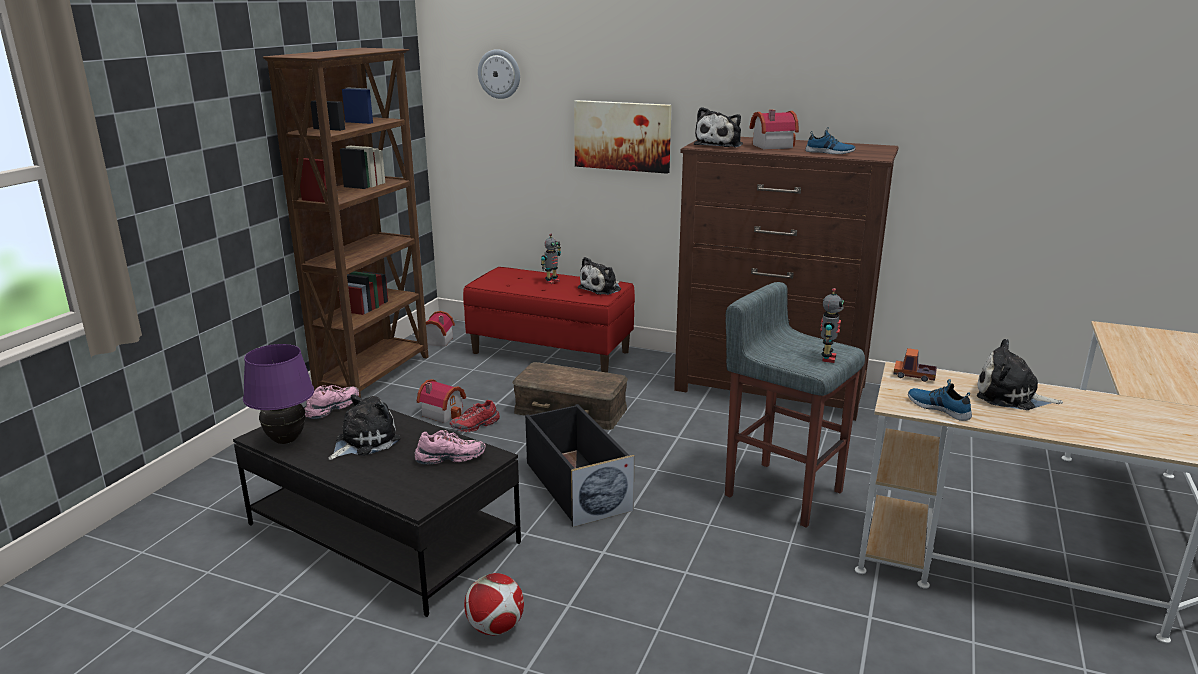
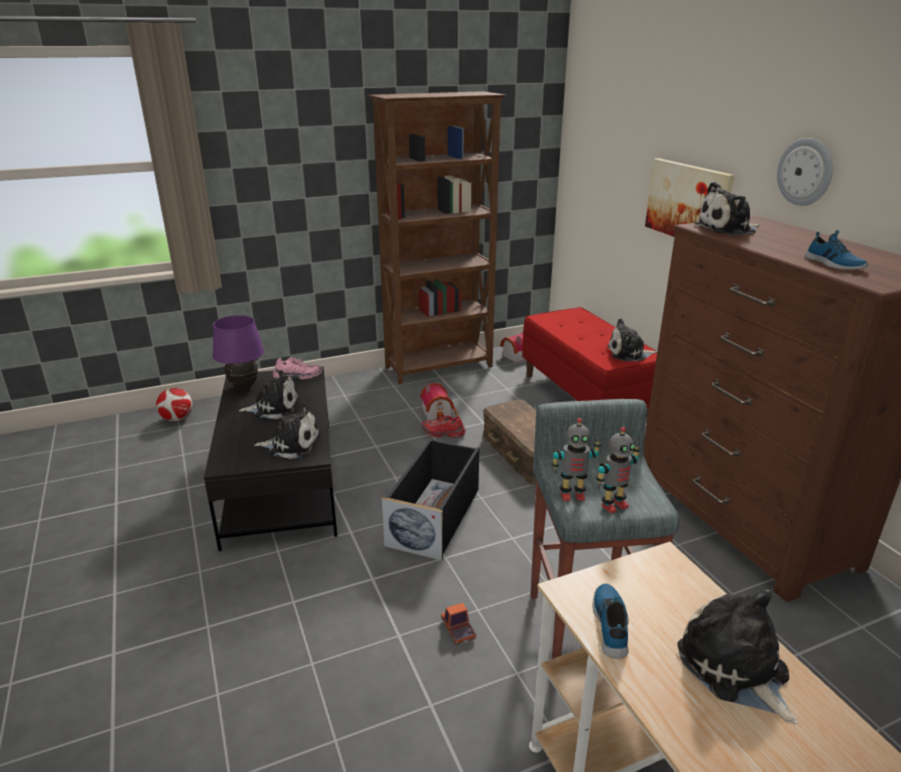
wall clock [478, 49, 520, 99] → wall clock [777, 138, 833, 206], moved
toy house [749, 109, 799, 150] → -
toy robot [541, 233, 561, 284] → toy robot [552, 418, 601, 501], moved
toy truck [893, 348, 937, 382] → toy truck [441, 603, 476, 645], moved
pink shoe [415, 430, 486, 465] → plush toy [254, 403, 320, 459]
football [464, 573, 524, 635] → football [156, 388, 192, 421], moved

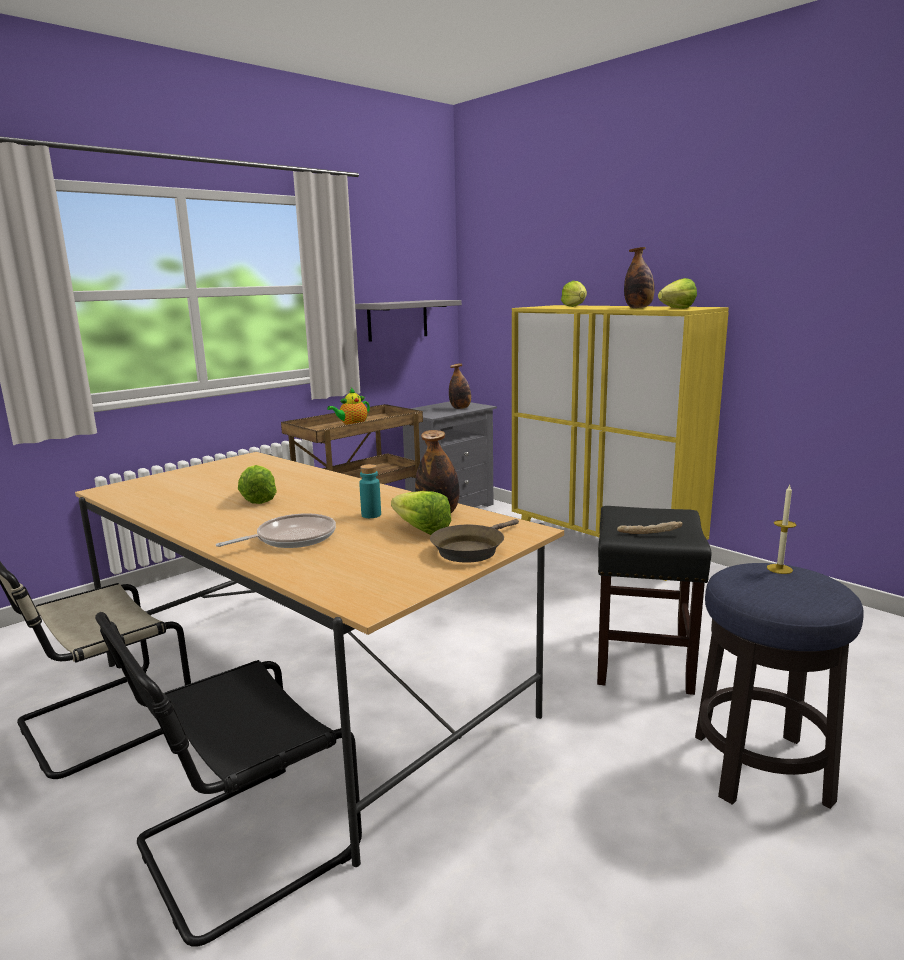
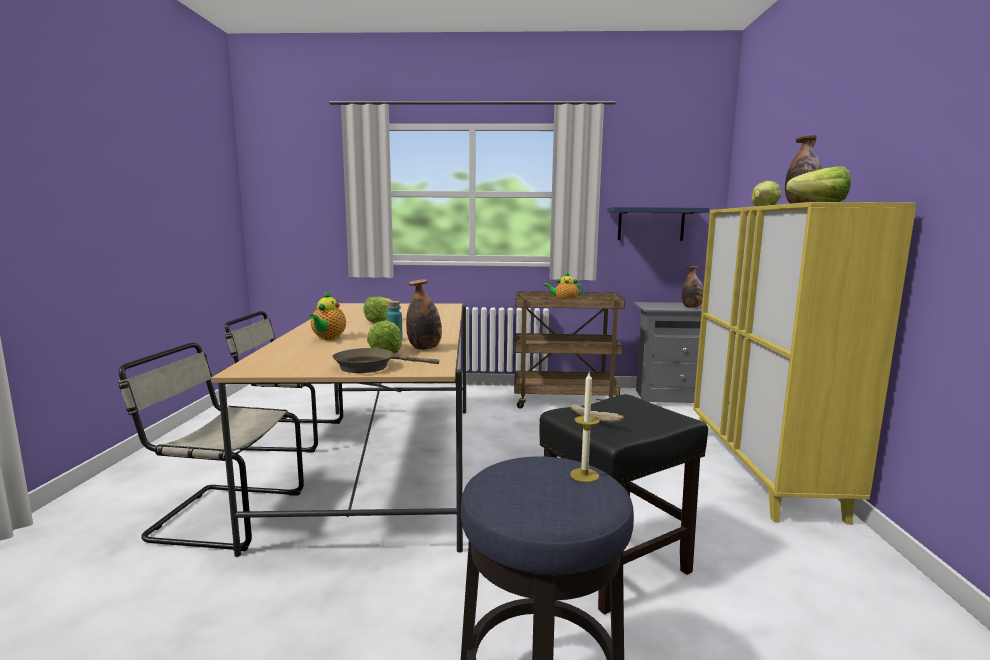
grey shelf [355, 300, 462, 342] → blue shelf [607, 207, 709, 241]
frying pan [216, 513, 336, 548] → teapot [309, 290, 346, 340]
black chair [95, 612, 362, 947] → beige chair [118, 343, 304, 551]

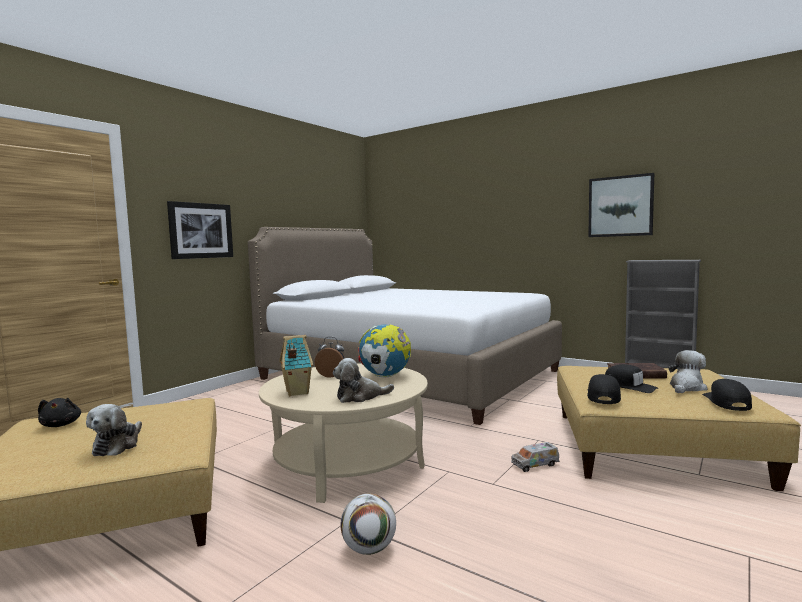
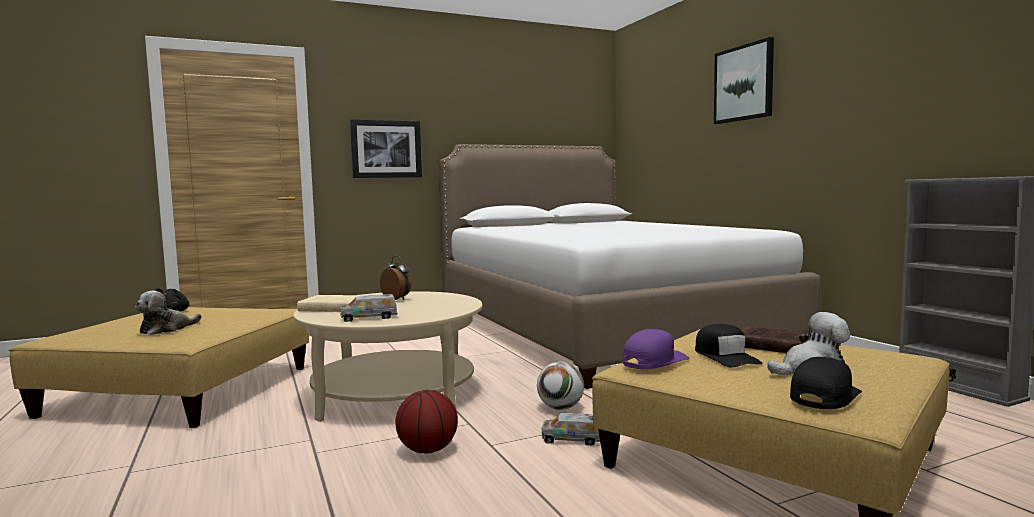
picture [588, 173, 654, 237] → picture [714, 37, 774, 124], moved
globe [358, 324, 411, 378] → -
toy house [279, 335, 313, 396] → beige book [297, 295, 365, 312]
plush toy [333, 358, 394, 403] → toy truck [340, 294, 397, 322]
black cap [587, 374, 621, 404] → purple cap [622, 329, 690, 369]
football [340, 493, 396, 555] → football [537, 362, 584, 410], moved
- → basketball [395, 390, 458, 454]

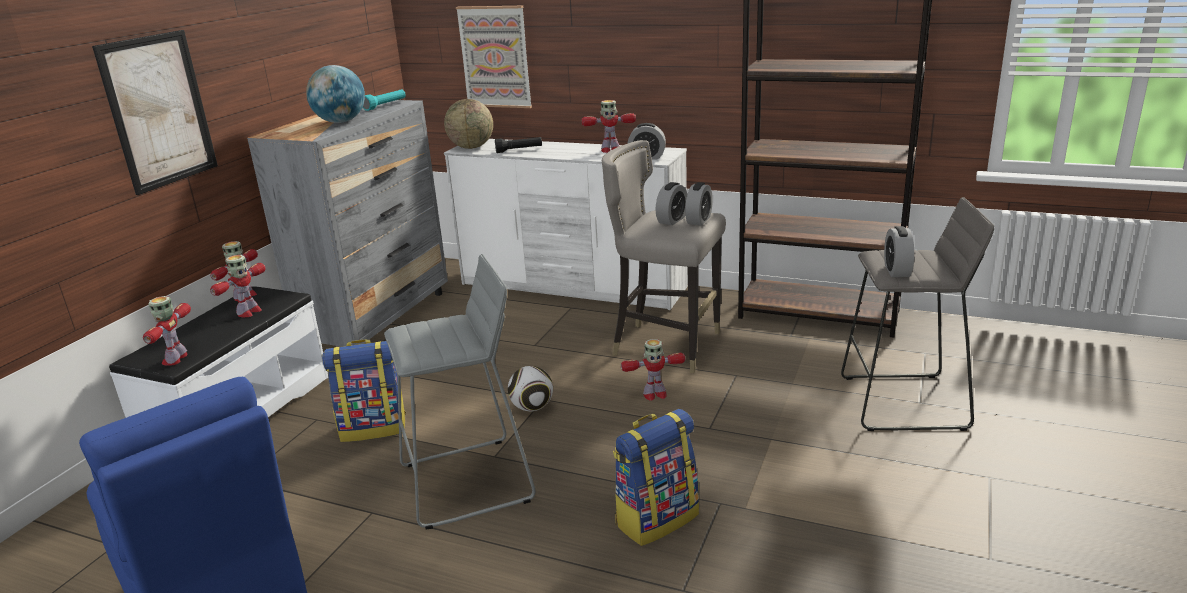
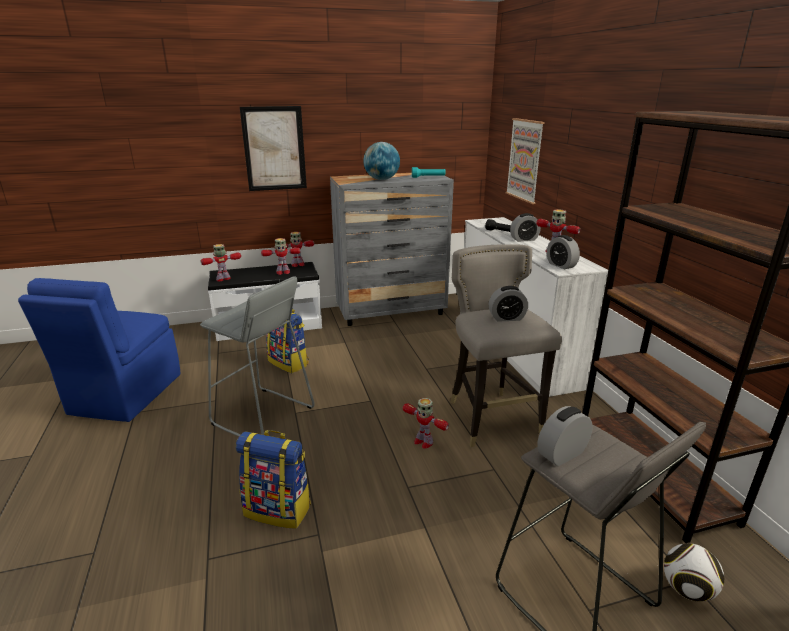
globe [444, 99, 493, 149] → -
alarm clock [685, 182, 713, 225] → alarm clock [510, 213, 541, 242], moved
football [508, 366, 553, 411] → football [664, 543, 724, 602], moved

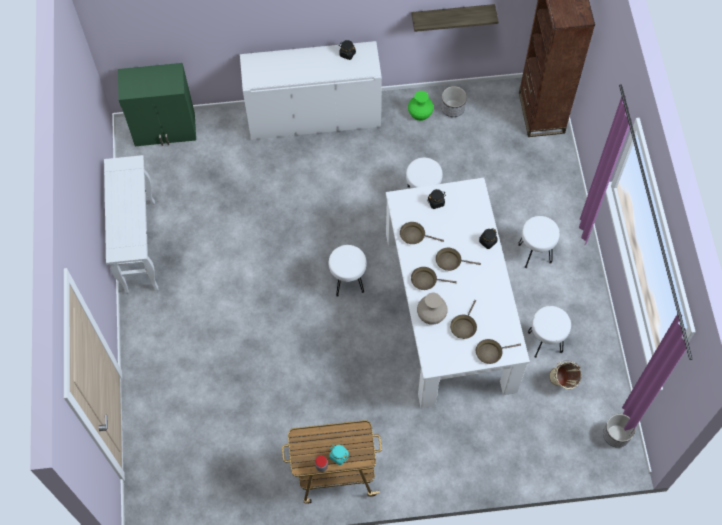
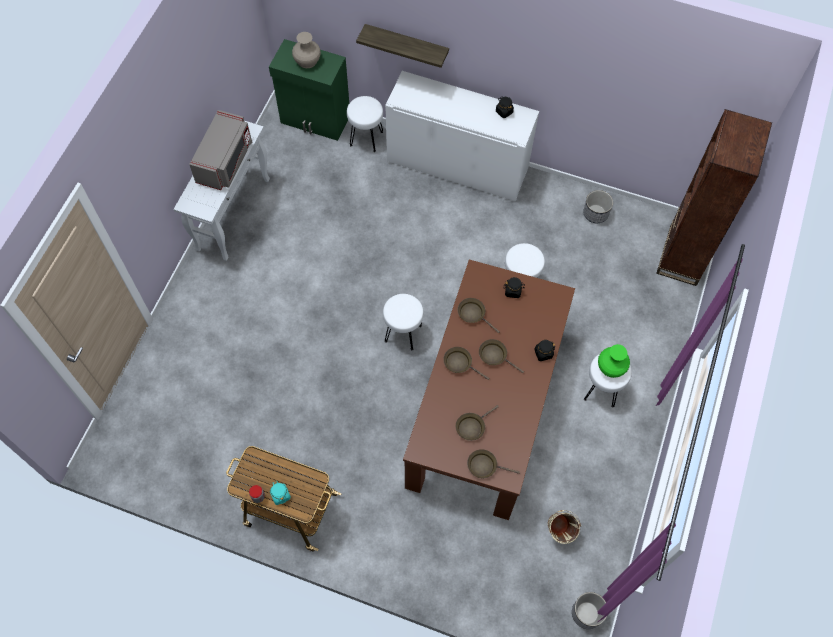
shelf [412, 4, 499, 32] → shelf [356, 24, 449, 68], moved
green vase [408, 91, 434, 121] → green vase [598, 344, 630, 378], moved
white dining table [386, 178, 530, 409] → brown dining table [403, 259, 575, 520]
beige vase [417, 293, 447, 324] → beige vase [292, 32, 321, 68], moved
white stool [528, 306, 571, 358] → white stool [347, 96, 383, 152], moved
- → grey microwave [189, 110, 252, 190]

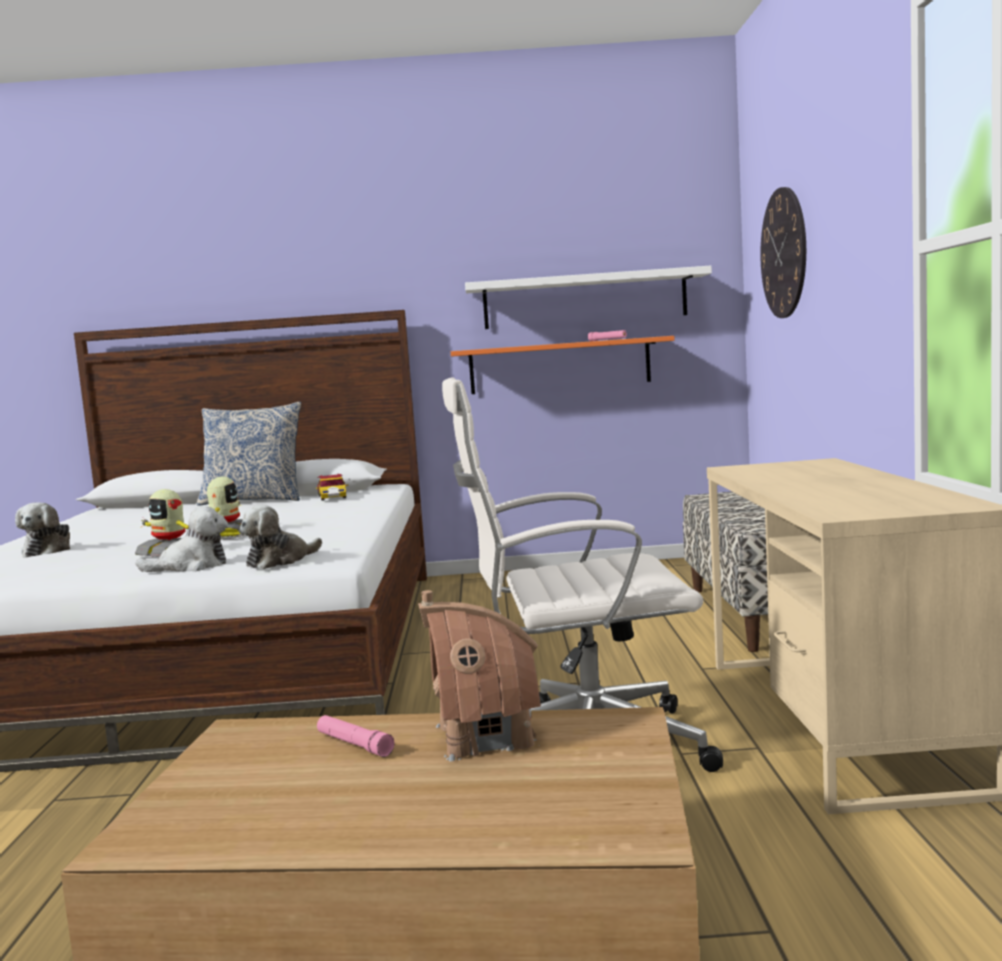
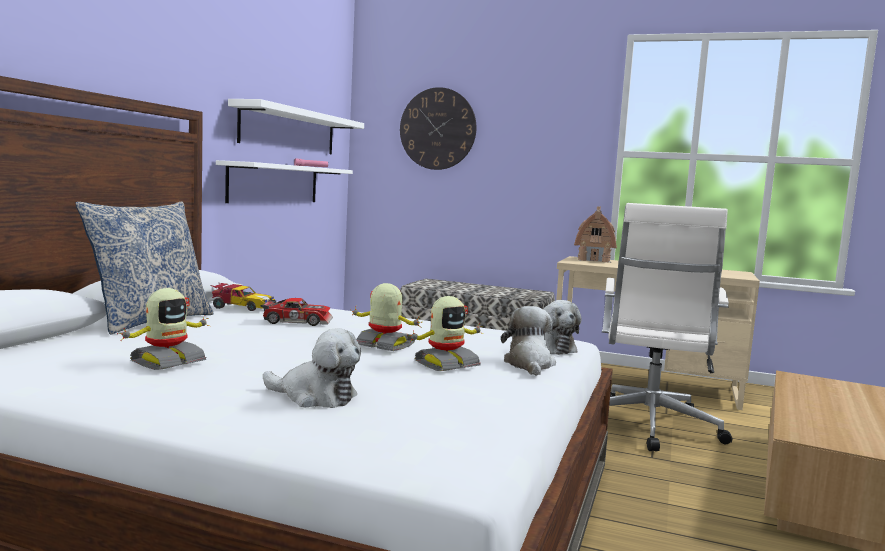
orange shelf [451, 336, 675, 394] → white shelf [216, 160, 353, 203]
toy house [418, 590, 541, 761] → toy house [574, 206, 617, 263], moved
pink flashlight [317, 715, 394, 757] → -
- → toy robot [117, 288, 209, 370]
- → toy car [261, 298, 333, 326]

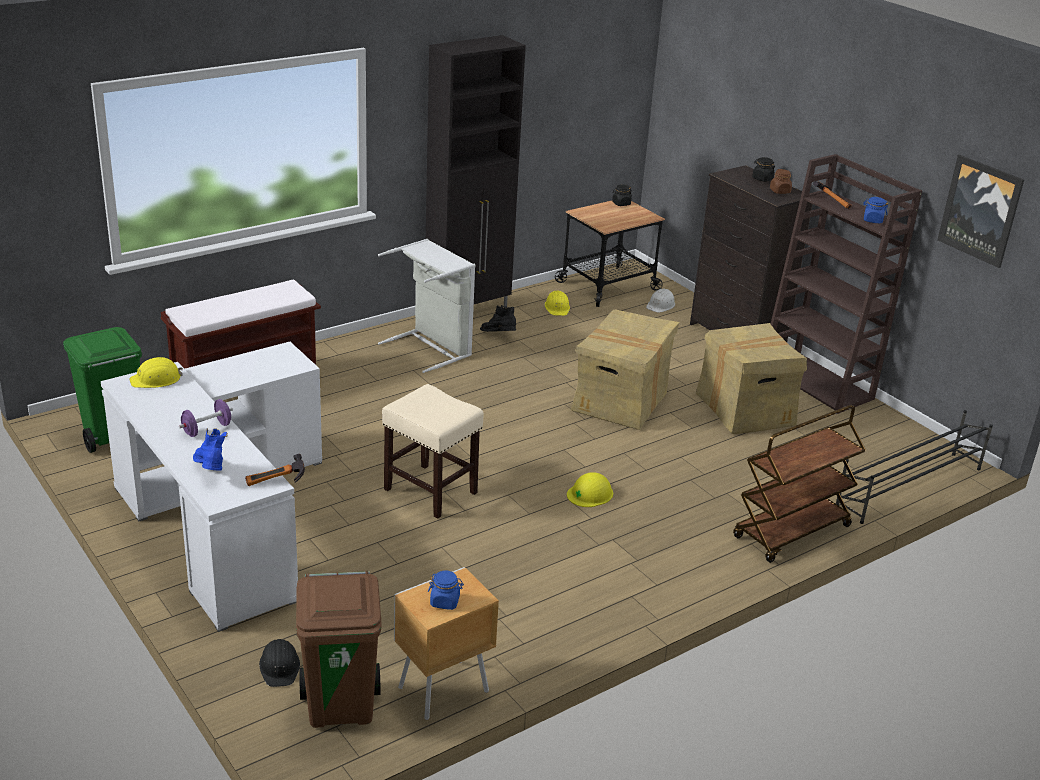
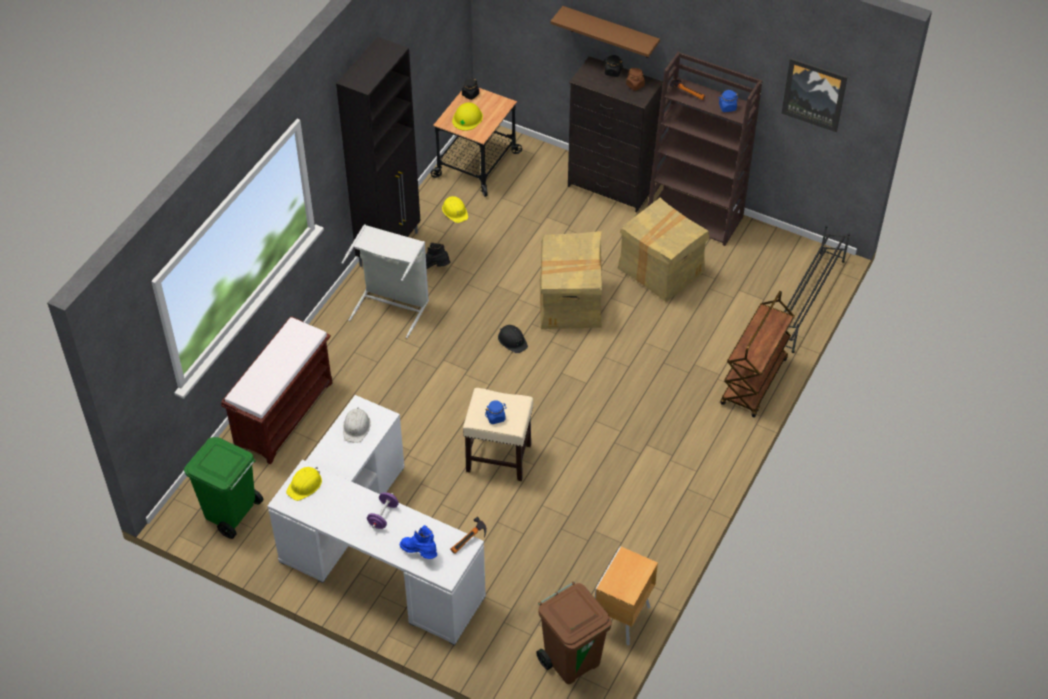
white hard hat [646, 288, 675, 313] → white hard hat [343, 408, 371, 443], moved
yellow hard hat [567, 472, 613, 507] → yellow hard hat [452, 102, 483, 131], moved
blue jar [428, 571, 464, 610] → blue jar [485, 400, 507, 424], moved
black hard hat [259, 639, 300, 687] → black hard hat [498, 325, 528, 353], moved
- → brown shelf [550, 6, 660, 58]

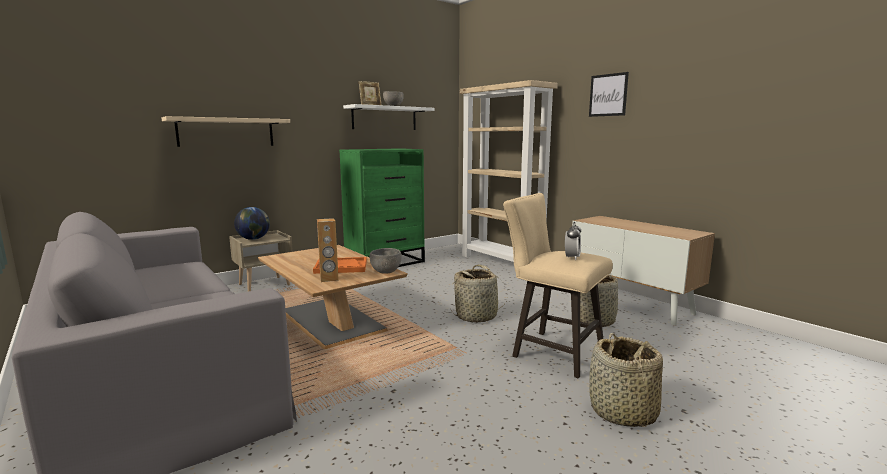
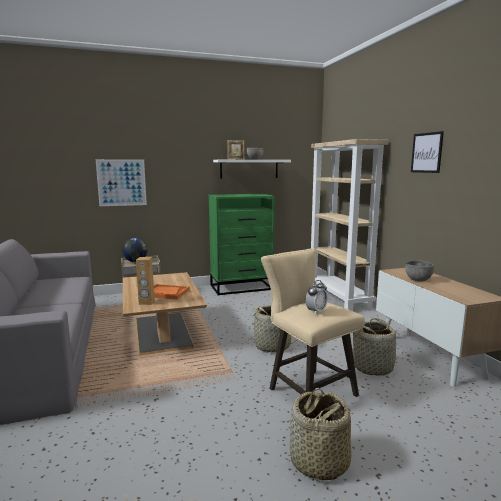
beige shelf [161, 116, 290, 147] → picture [96, 159, 147, 206]
grey bowl [369, 248, 402, 274] → grey bowl [405, 260, 434, 281], moved

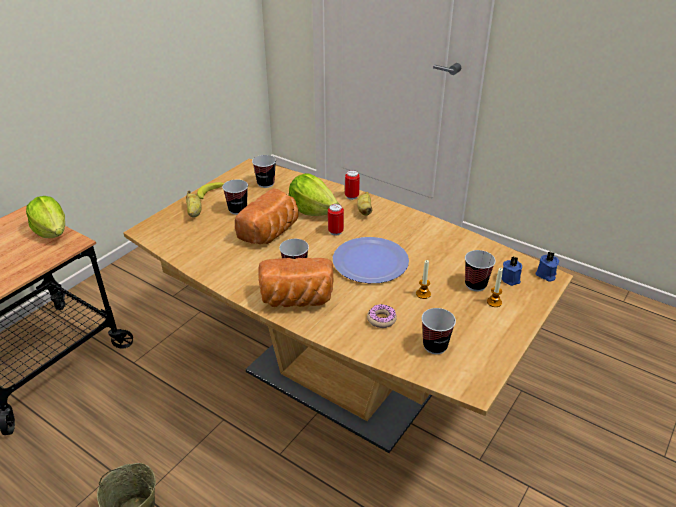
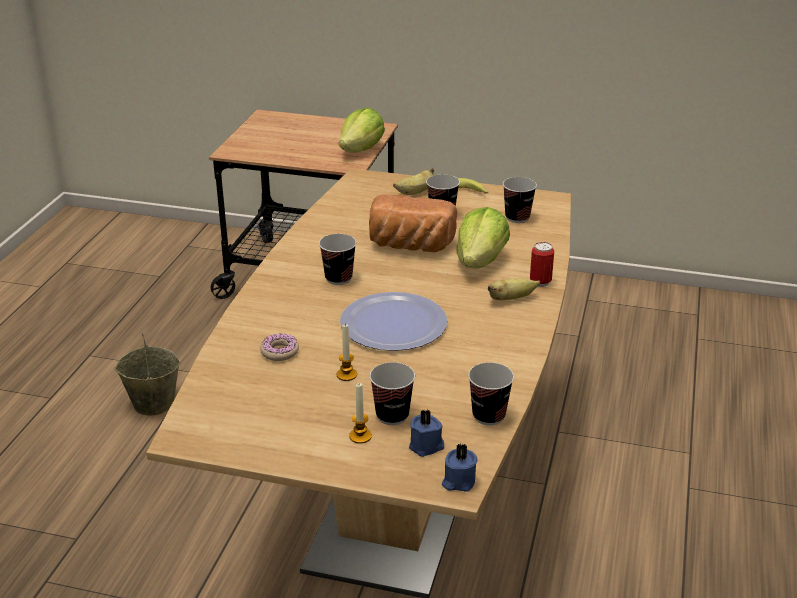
can [328, 204, 344, 236] → -
bread [258, 258, 334, 307] → -
cup [422, 308, 456, 354] → cup [468, 362, 514, 425], moved

